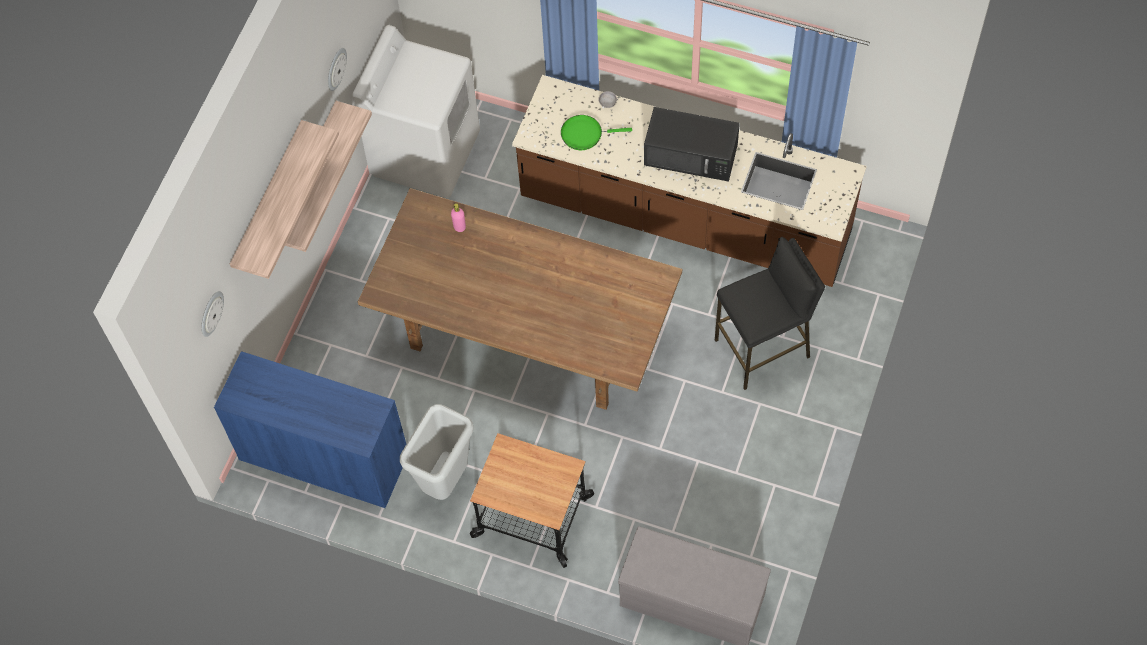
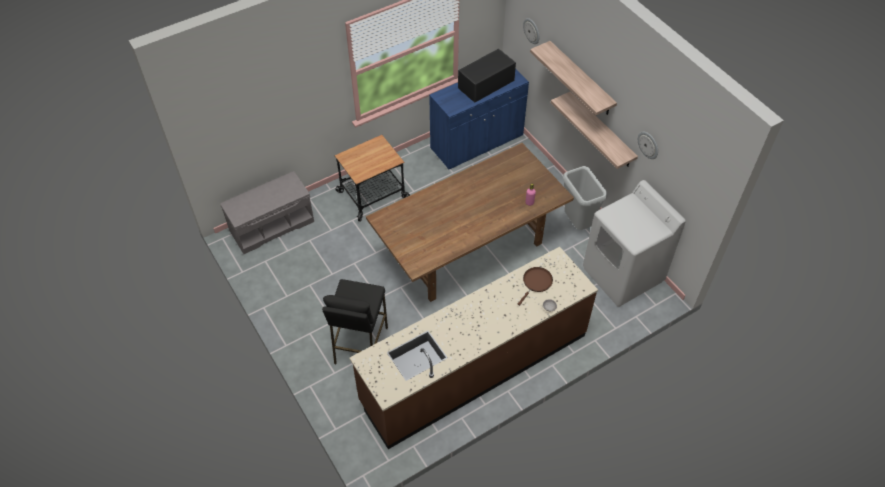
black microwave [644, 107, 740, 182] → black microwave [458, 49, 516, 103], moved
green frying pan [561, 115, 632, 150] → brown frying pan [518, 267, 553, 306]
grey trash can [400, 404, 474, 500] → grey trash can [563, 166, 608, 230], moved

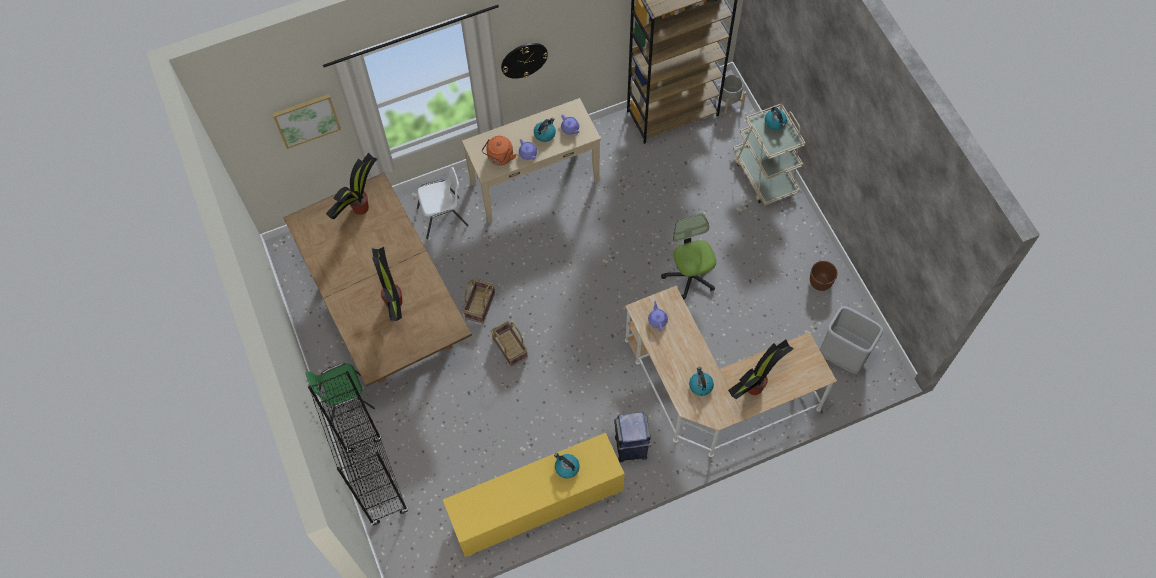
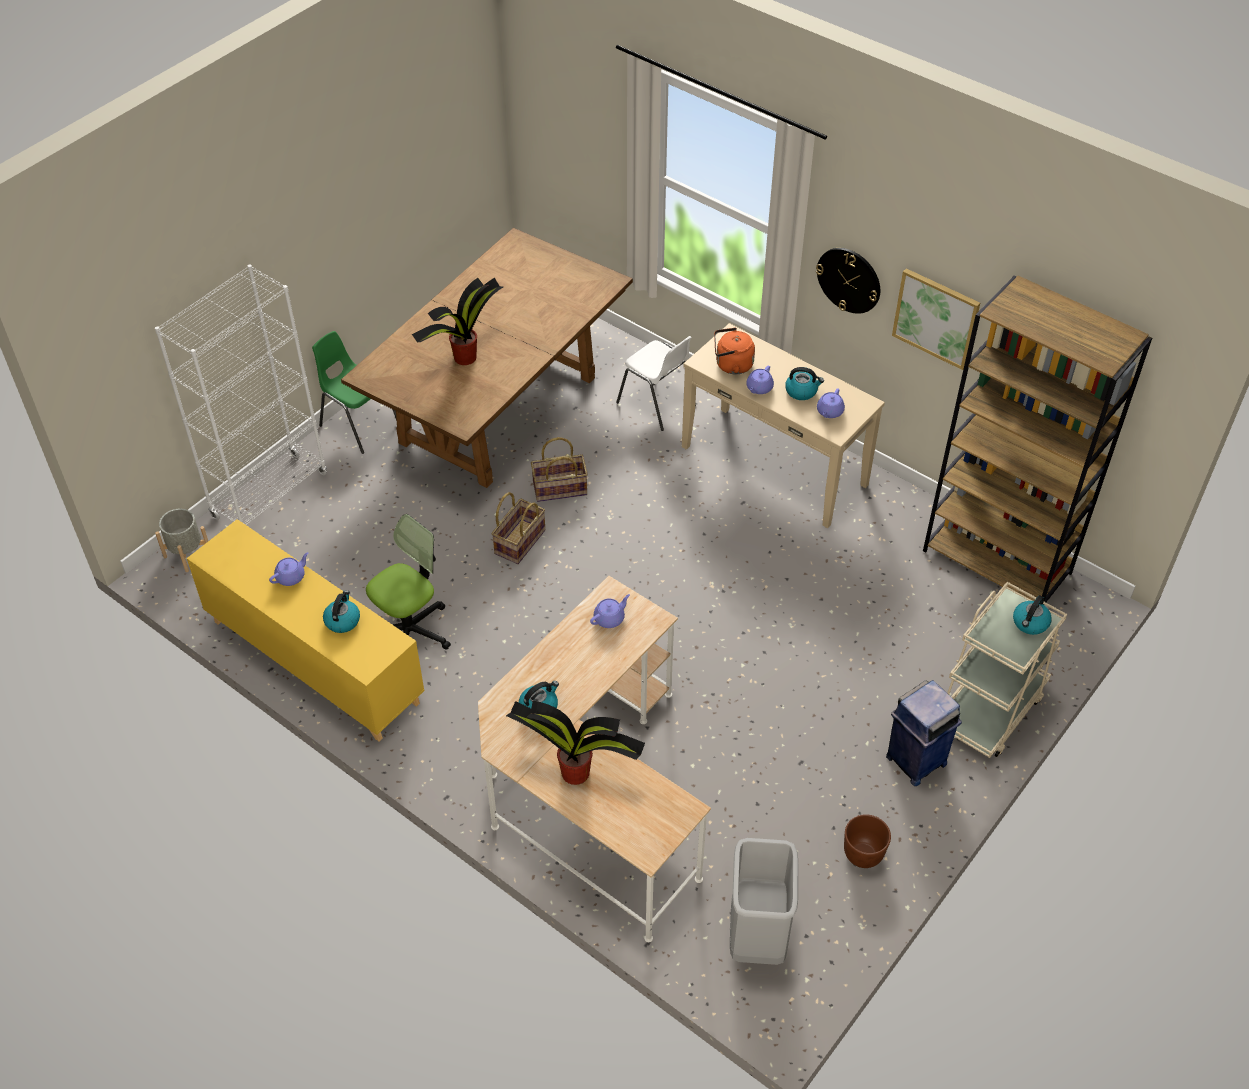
grey planter [715, 75, 746, 114] → grey planter [155, 508, 208, 572], moved
picture [272, 94, 341, 149] → picture [892, 268, 980, 370], moved
potted plant [326, 153, 377, 219] → -
office chair [661, 213, 716, 300] → office chair [366, 514, 451, 650], moved
black bookcase [308, 371, 408, 526] → white bookcase [155, 264, 327, 525]
blue trash can [614, 412, 651, 463] → blue trash can [886, 680, 962, 786], moved
- → purple teapot [269, 552, 309, 586]

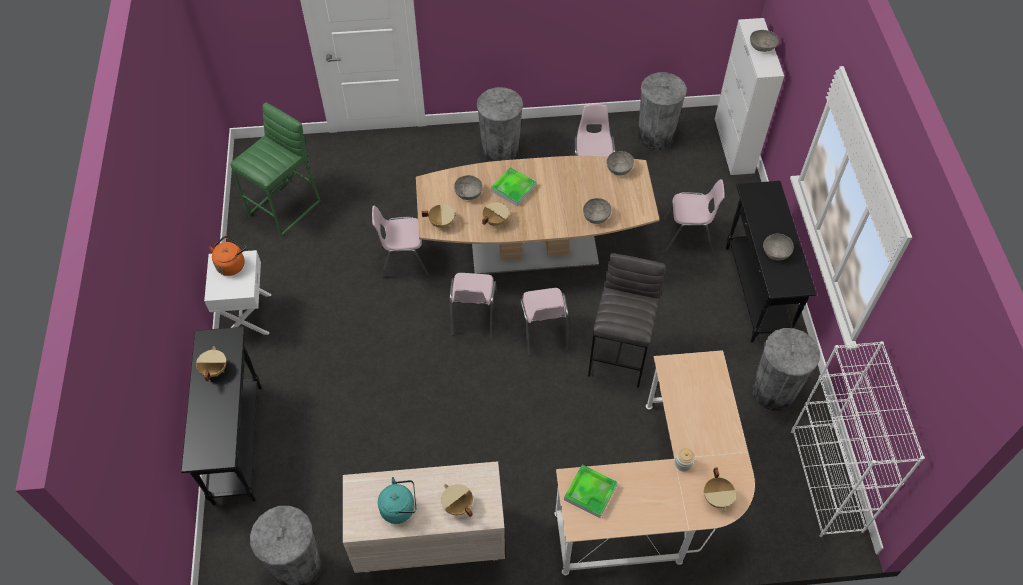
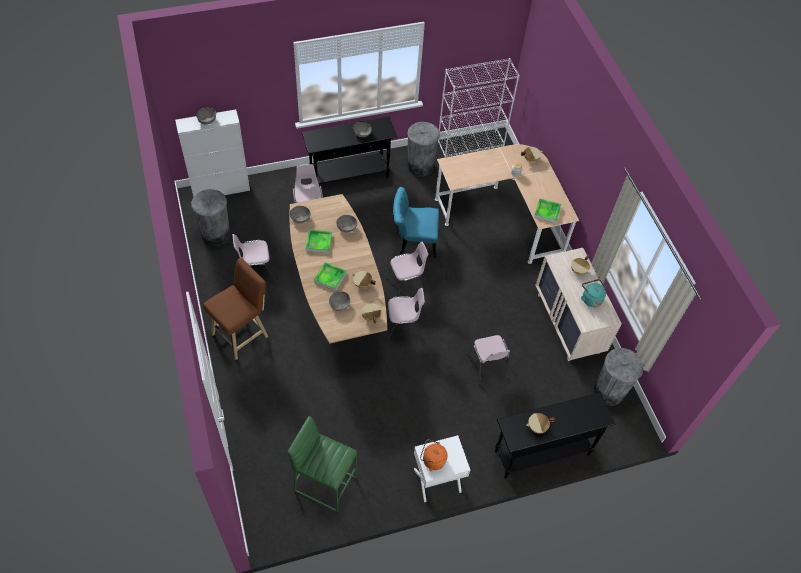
grey trash can [477, 87, 523, 162] → brown stool [203, 258, 268, 360]
pink chair [372, 206, 429, 278] → pink chair [467, 335, 510, 385], moved
grey stool [588, 253, 665, 388] → turquoise chair [393, 187, 439, 258]
- → tray [305, 230, 332, 253]

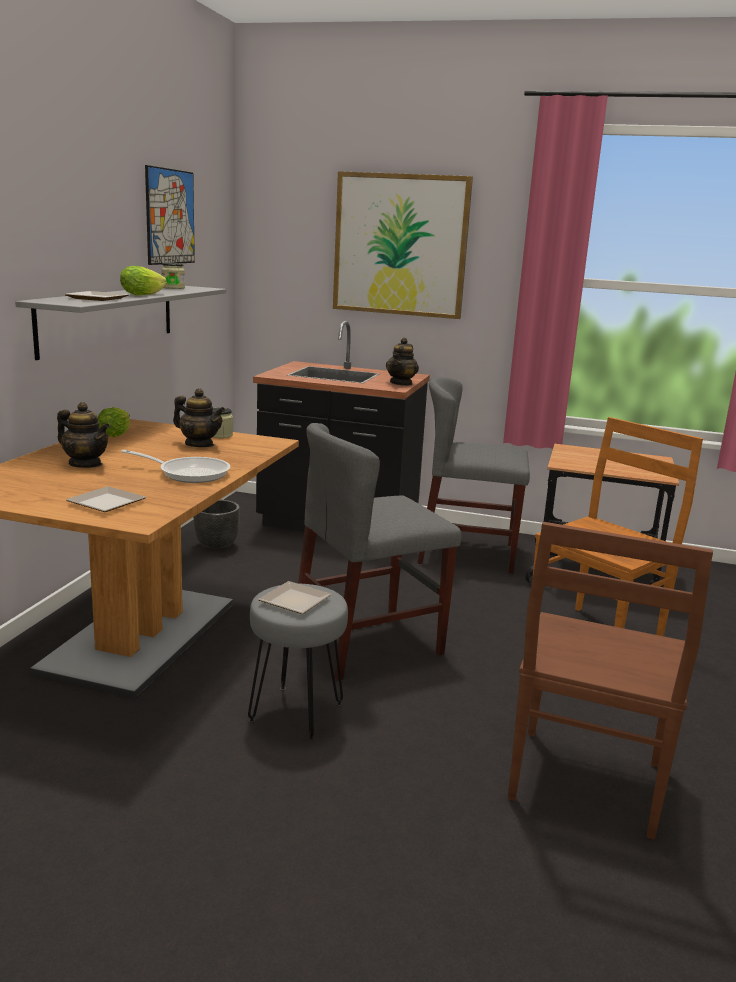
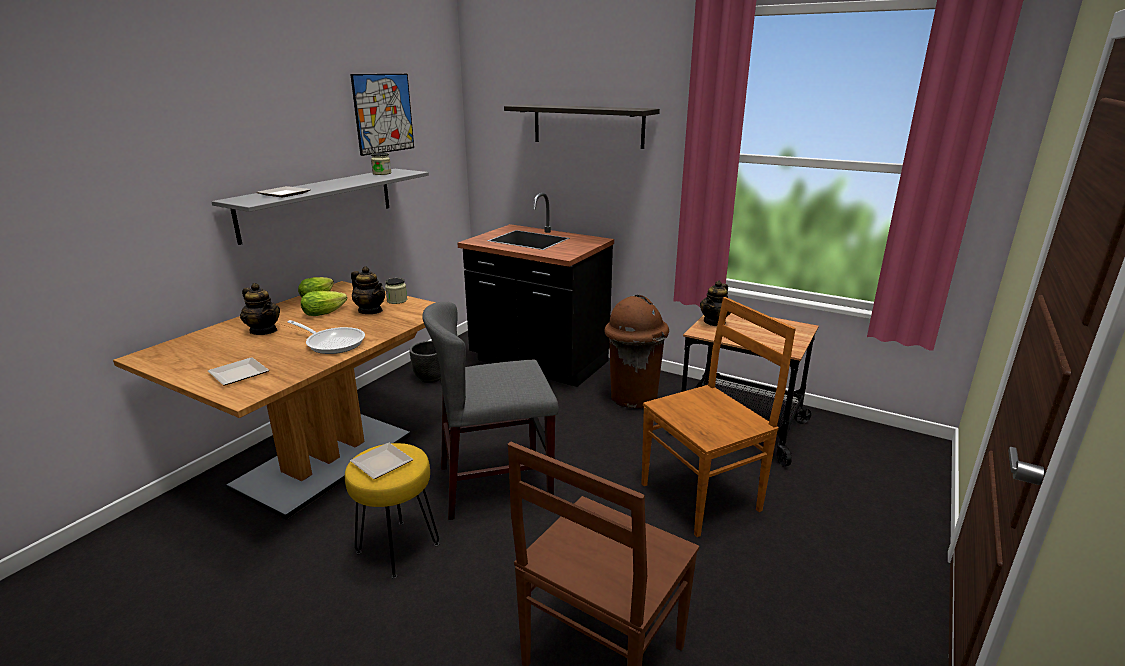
picture [333, 171, 473, 319] → shelf [504, 104, 660, 149]
lettuce [120, 266, 167, 296] → lettuce [301, 291, 347, 316], moved
teapot [386, 338, 419, 386] → teapot [700, 281, 731, 326], moved
grey chair [417, 377, 530, 574] → brown trash can [604, 295, 669, 409]
grey stool [248, 584, 348, 741] → yellow stool [345, 443, 439, 579]

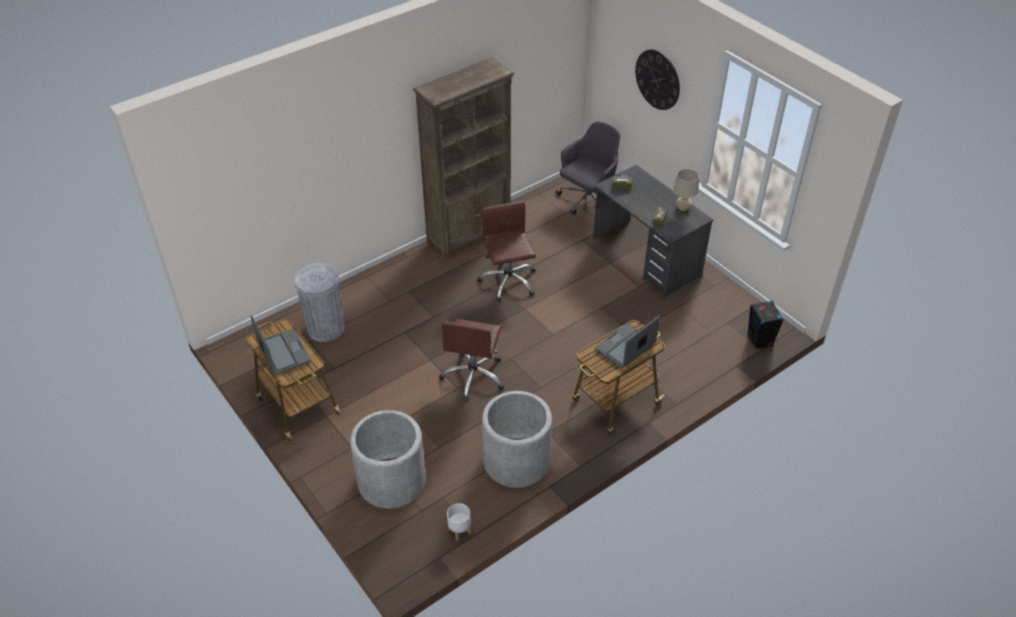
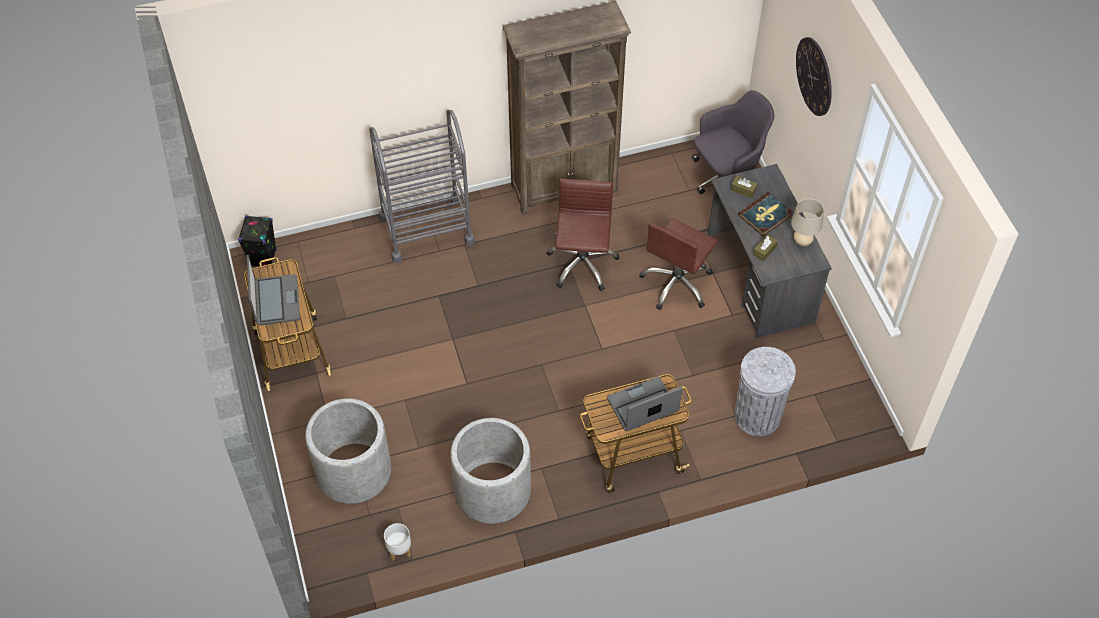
grey trash can [294, 263, 345, 342] → grey trash can [734, 347, 796, 436], moved
black speaker [747, 300, 784, 350] → black speaker [238, 215, 277, 267], moved
brown office chair [439, 319, 504, 401] → brown office chair [639, 218, 718, 310], moved
- → grey cart [369, 110, 475, 263]
- → book [739, 192, 792, 236]

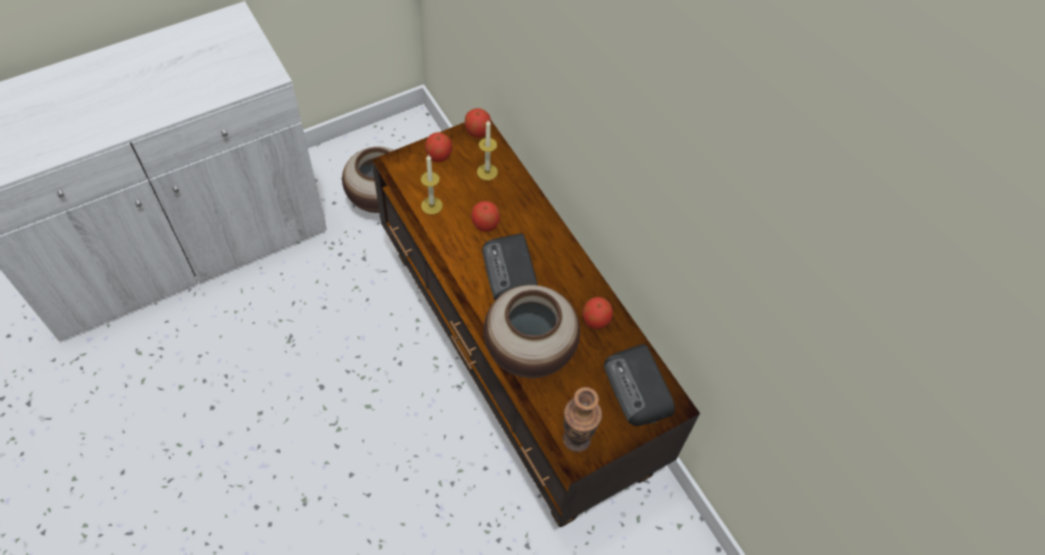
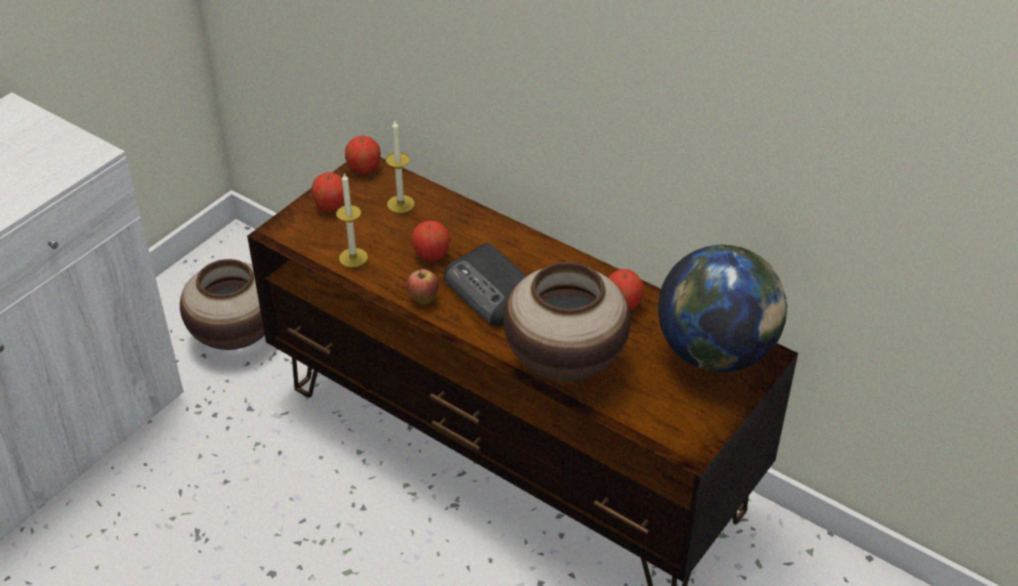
radio [604, 344, 675, 426] → globe [658, 245, 787, 372]
vase [563, 387, 602, 452] → -
- → apple [407, 267, 439, 304]

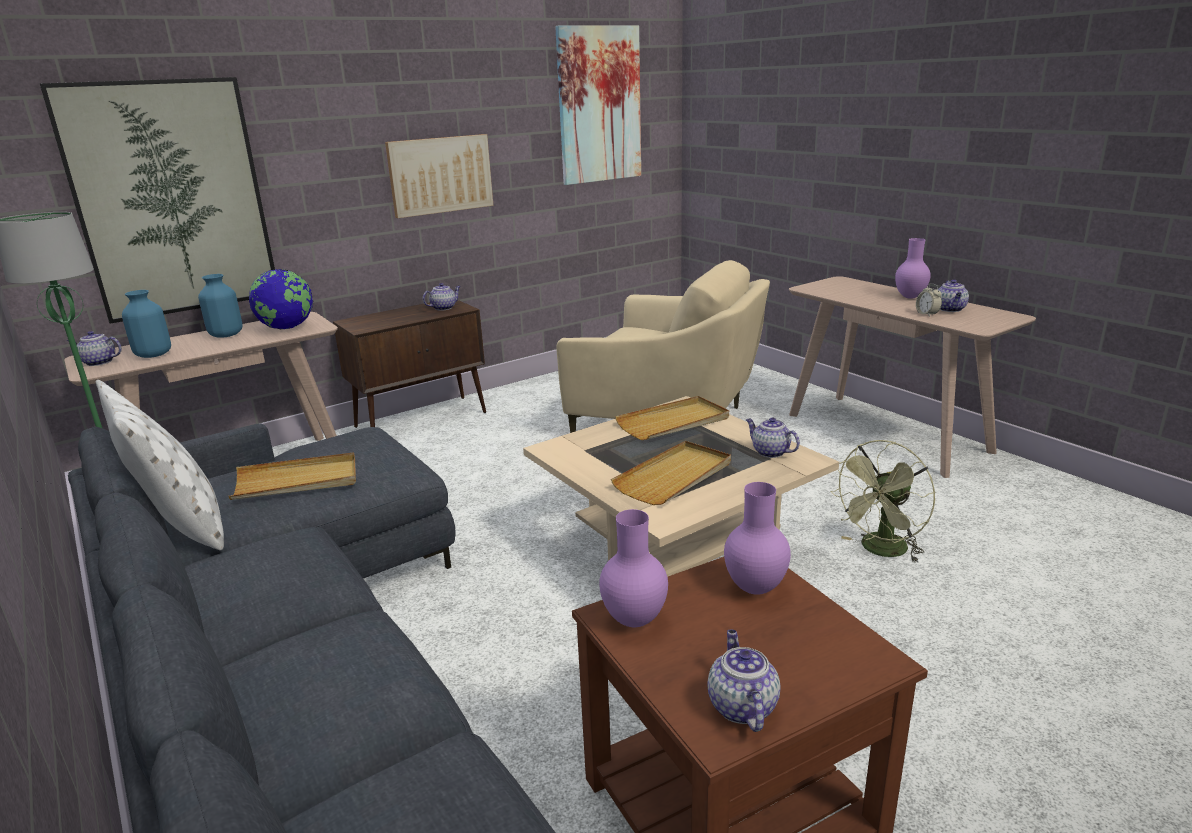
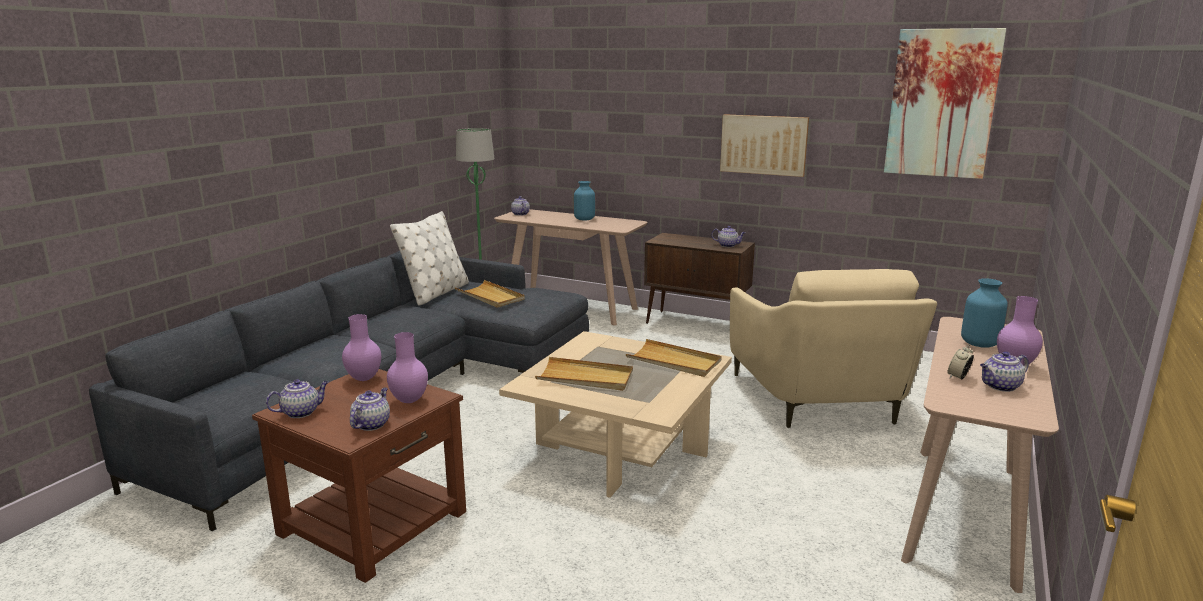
picture [40, 77, 275, 324] → -
globe [248, 269, 313, 329] → -
blue vase [122, 290, 171, 358] → blue vase [961, 279, 1008, 347], moved
teapot [746, 418, 800, 458] → teapot [350, 388, 390, 431], moved
green fan [830, 440, 935, 562] → -

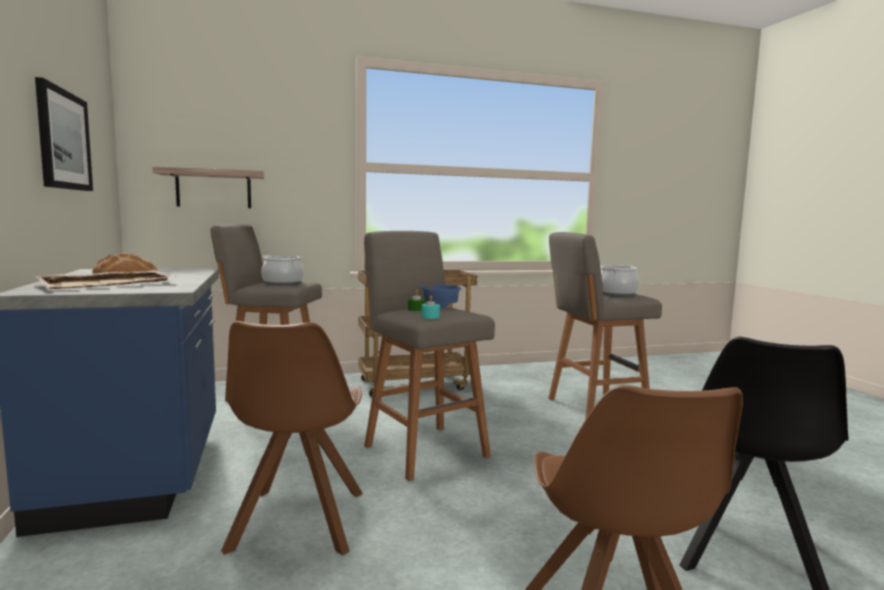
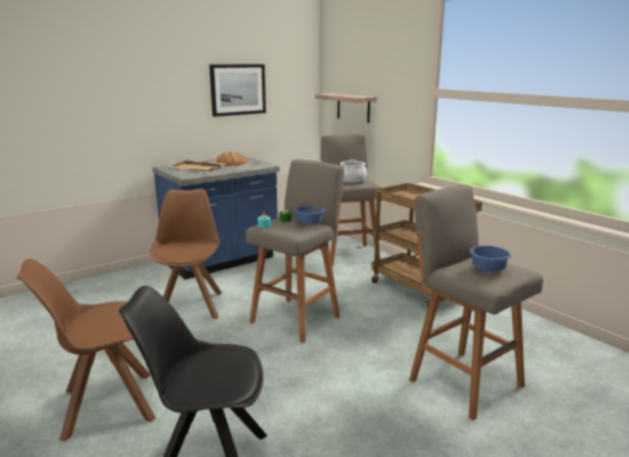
cooking pot [600, 265, 640, 296] → blue bowl [470, 245, 511, 272]
brown chair [221, 321, 363, 556] → brown chair [150, 189, 222, 319], 105 degrees clockwise

